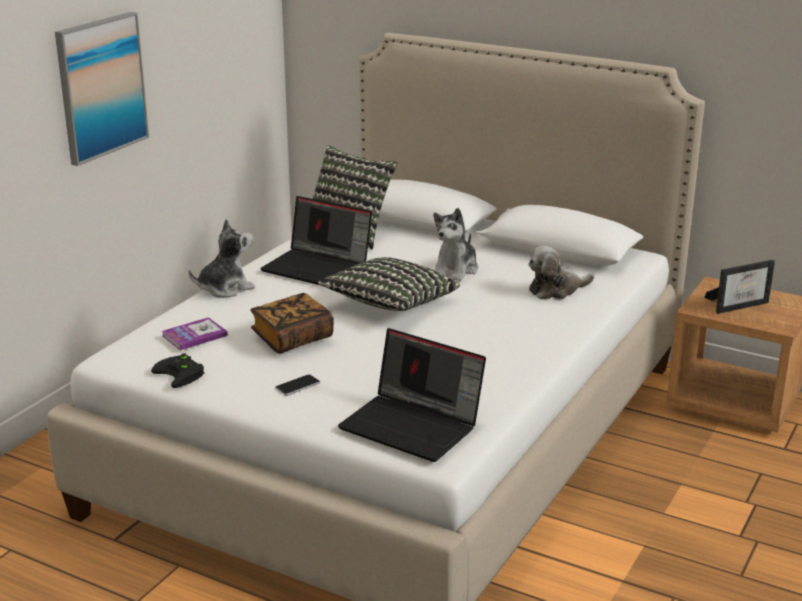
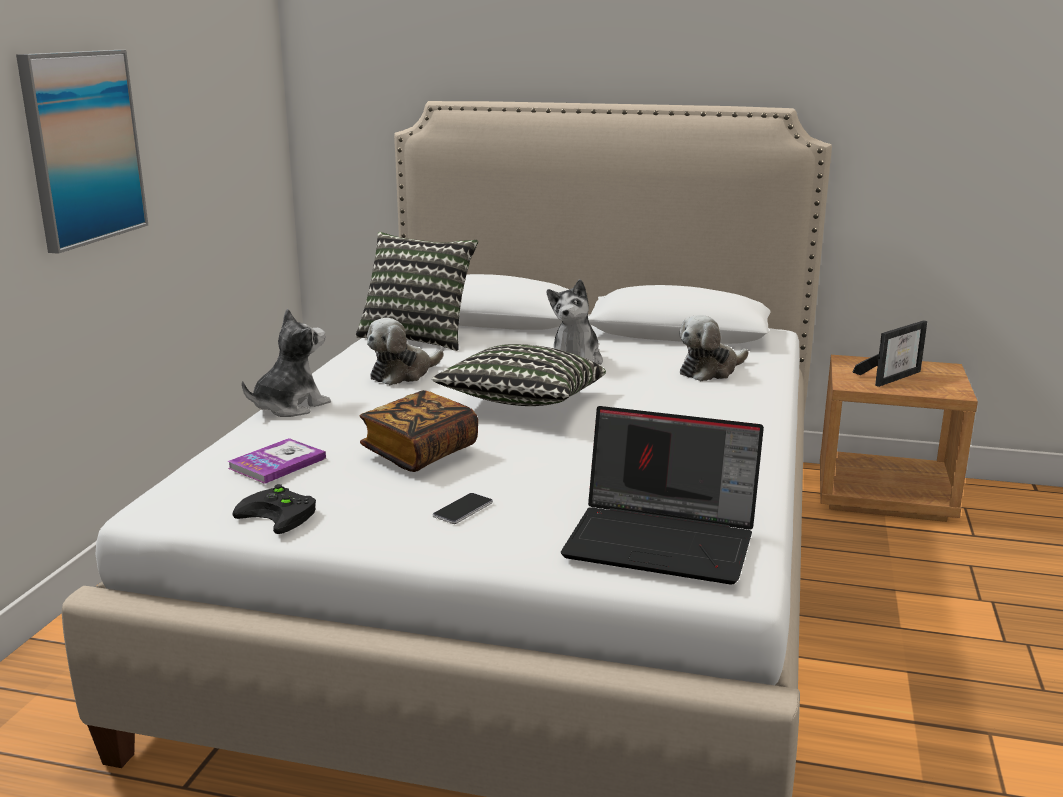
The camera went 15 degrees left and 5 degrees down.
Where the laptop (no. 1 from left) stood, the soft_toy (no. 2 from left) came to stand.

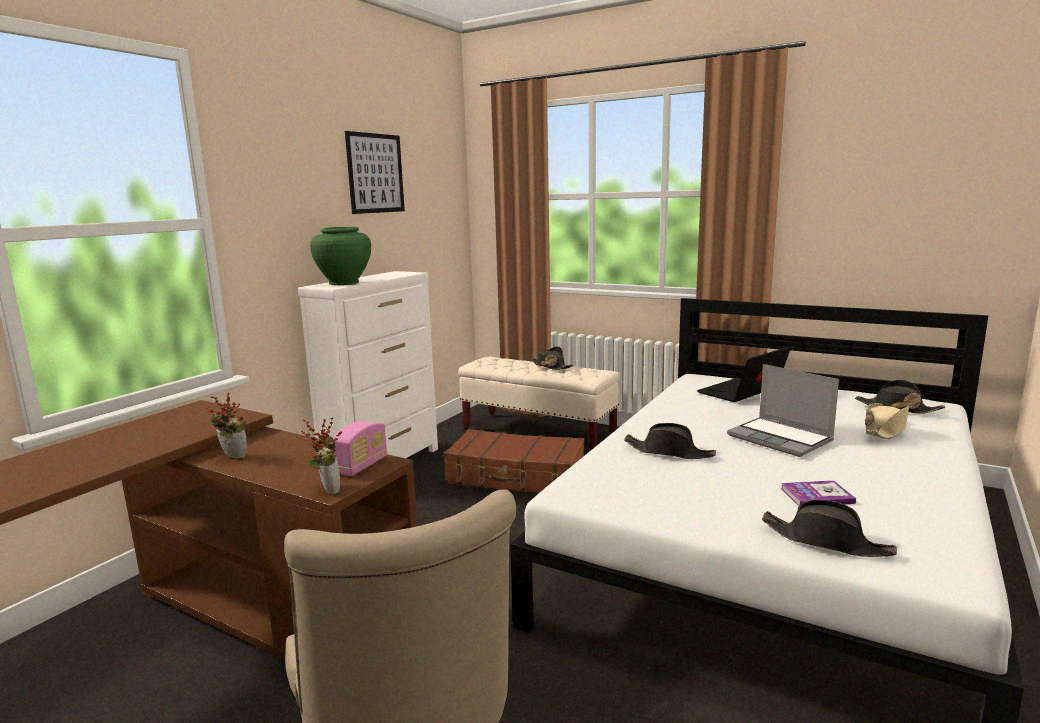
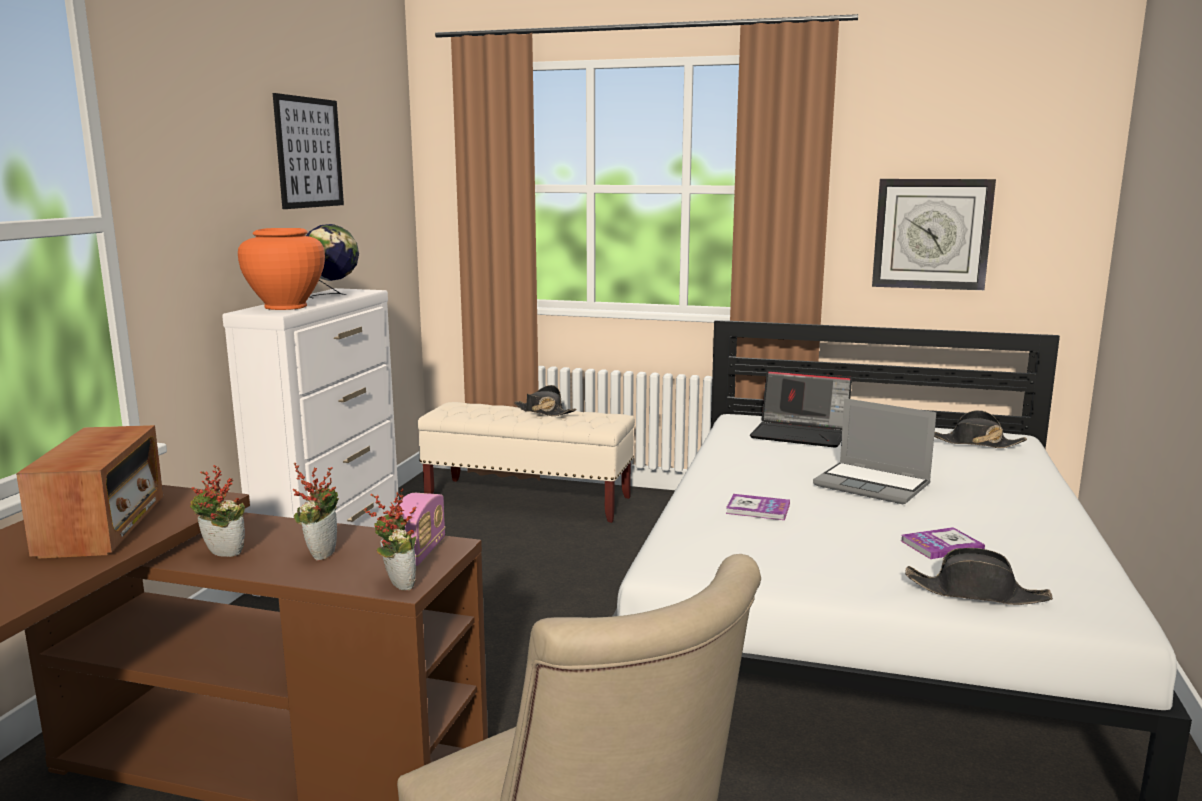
The camera went 15 degrees left and 0 degrees up.
The second view lost the brown_piece_of_luggage.
The second view lost the beige-coloured_hat.
The second view gained the radio_receiver (no. 1 from left).
The second view gained the houseplant (no. 2 from left).
The second view gained the globe.
The second view gained the wall_clock.
Where the black-coloured_hat (no. 2 from left) stood, the book (no. 1 from left) came to stand.
What was the greenish_decorative_vase turned into the orange-coloured_decorative_vase.
The laptop (no. 1 from left) ended up facing another way, 105 degrees counterclockwise from before.

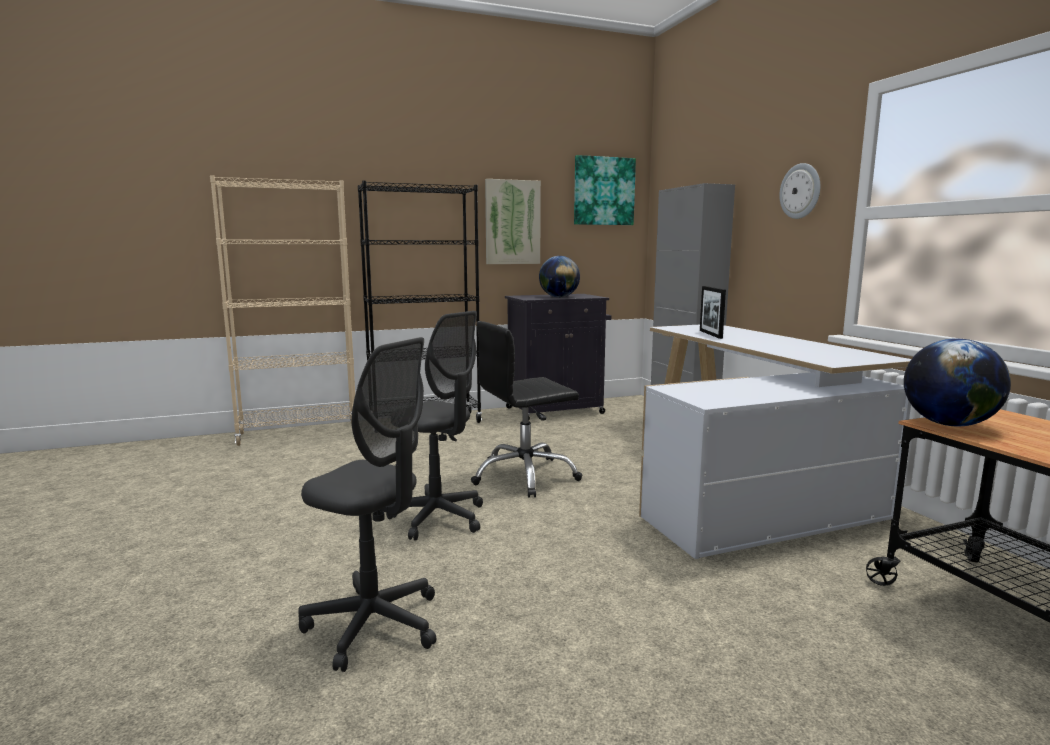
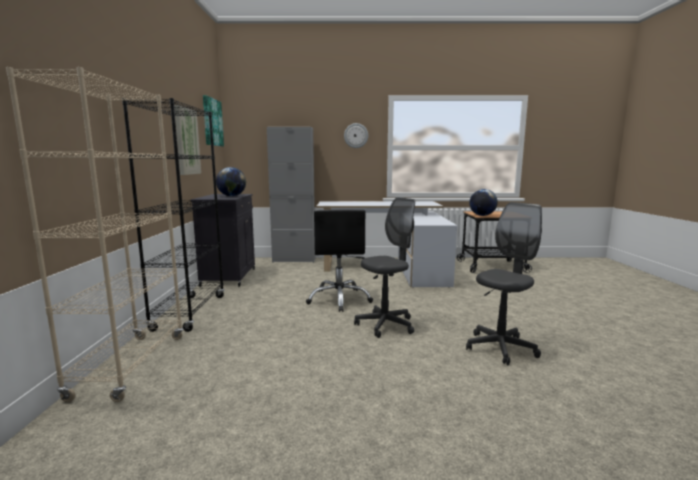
The camera went 70 degrees left and 0 degrees up.
The second view lost the picture_frame.

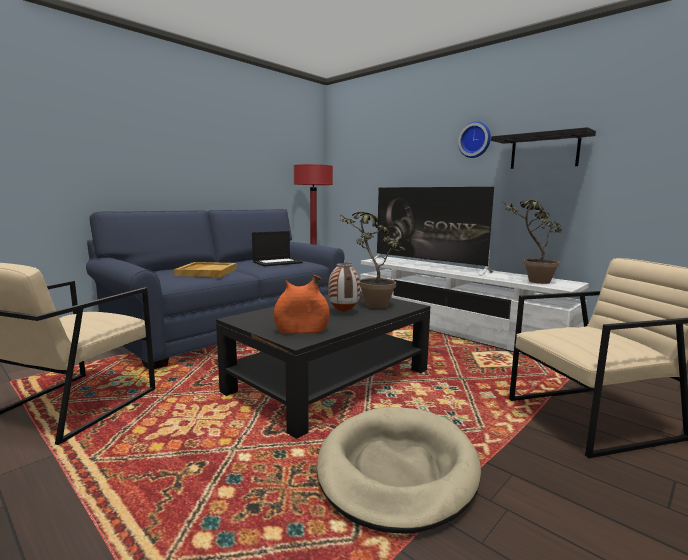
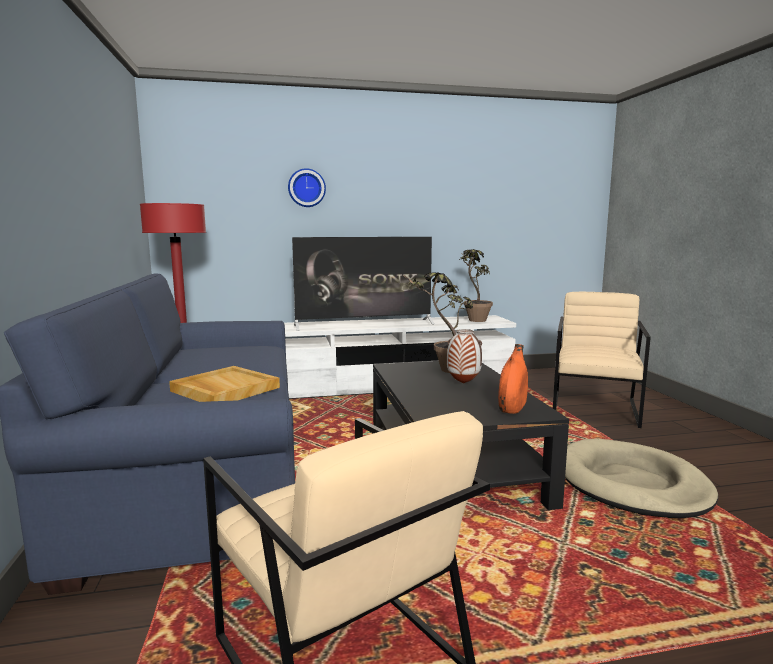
The camera went 55 degrees left and 0 degrees up.
The second view lost the laptop.
The second view lost the black-coloured_wall_shelf.
The wall_clock ended up elsewhere.

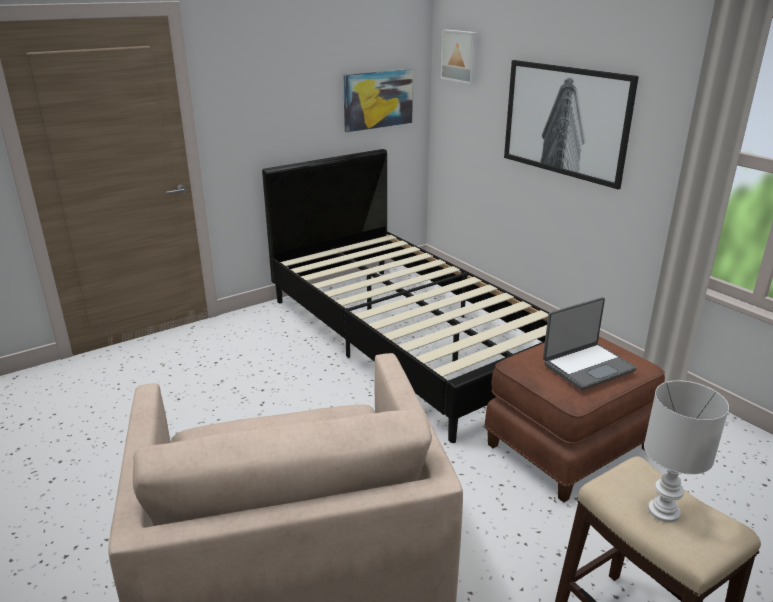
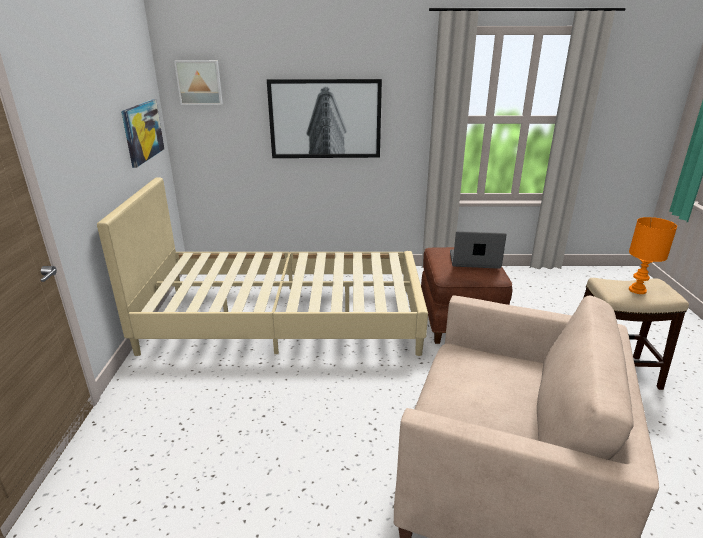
The camera went 55 degrees left and 0 degrees up.
What was the black-coloured_sleeping_bed turned into the beige-coloured_sleeping_bed.
What was the white-coloured_table_lamp turned into the orange-coloured_table_lamp.
The laptop ended up facing another way, 90 degrees counterclockwise from before.

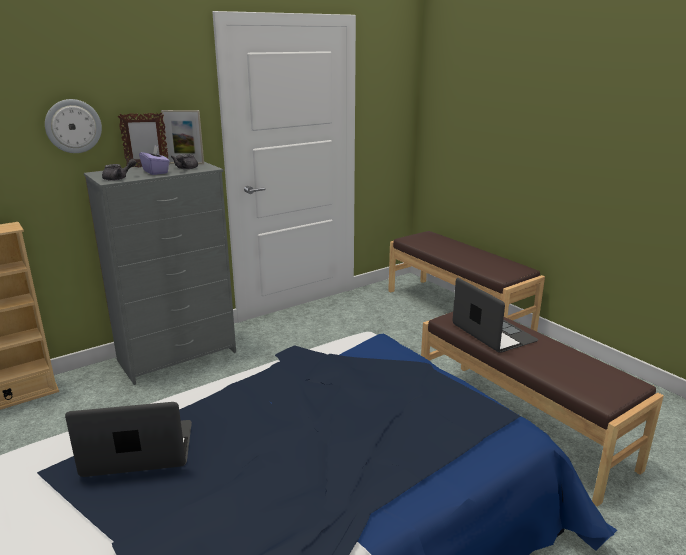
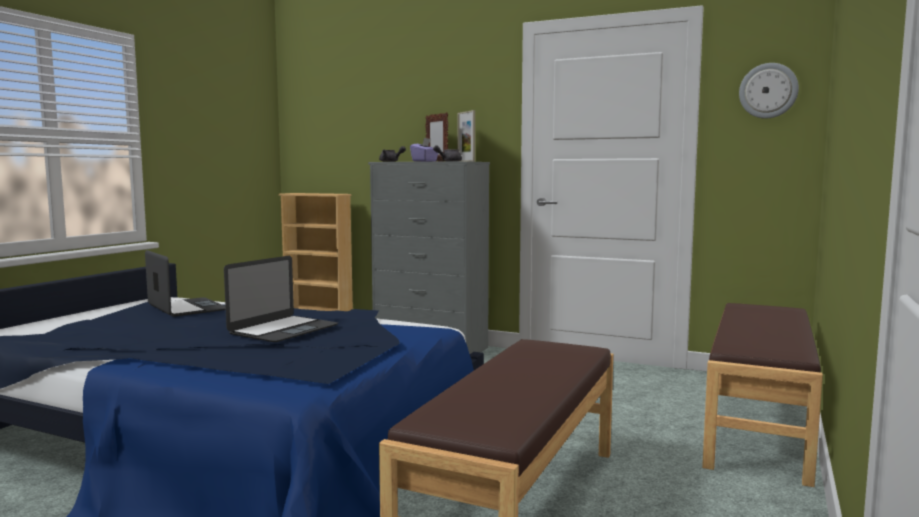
The camera went 60 degrees right and 15 degrees down.
The wall_clock ended up elsewhere.
The laptop (no. 2 from left) ended up elsewhere.

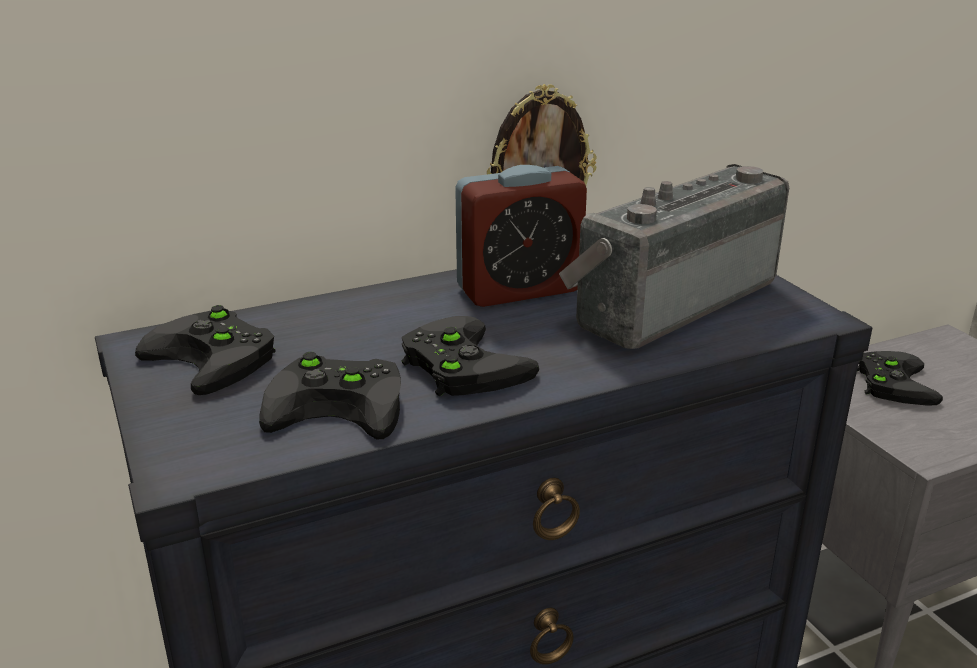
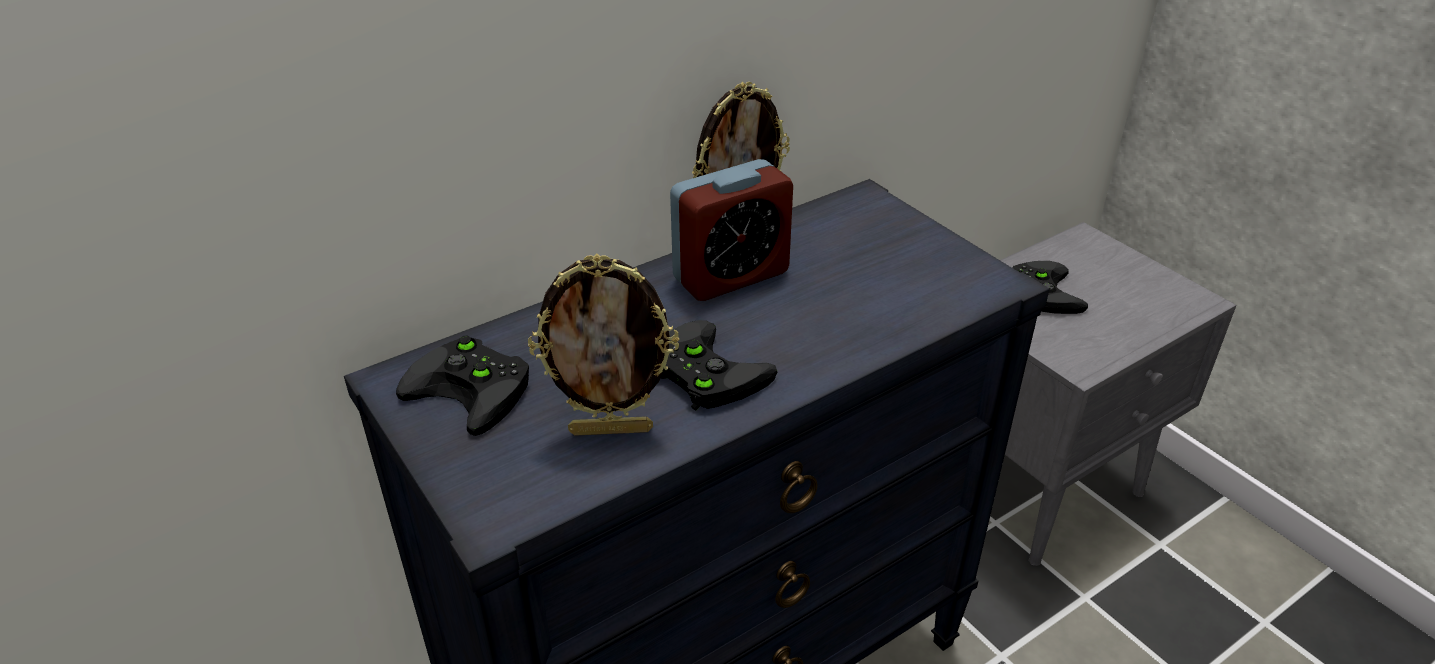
The camera went 10 degrees left and 10 degrees up.
The second view lost the radio_receiver.
Where the black-coloured_game_controller (no. 2 from left) stood, the picture_frame (no. 1 from left) came to stand.

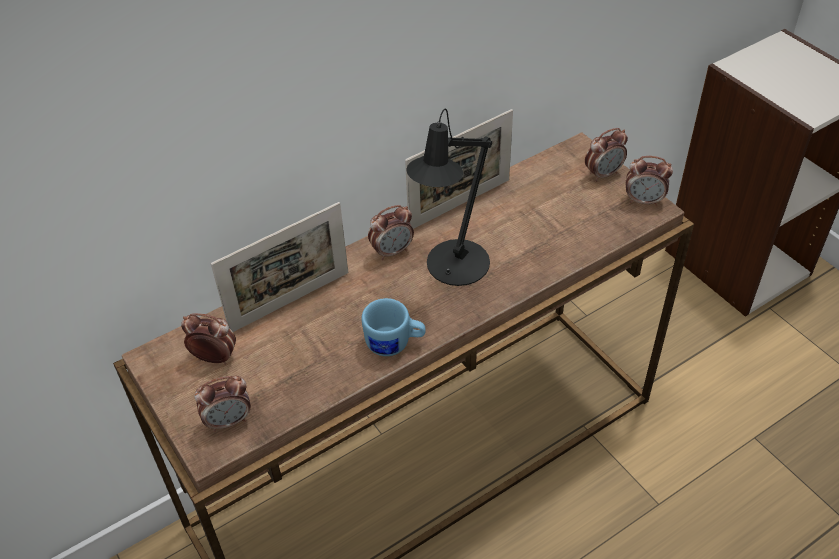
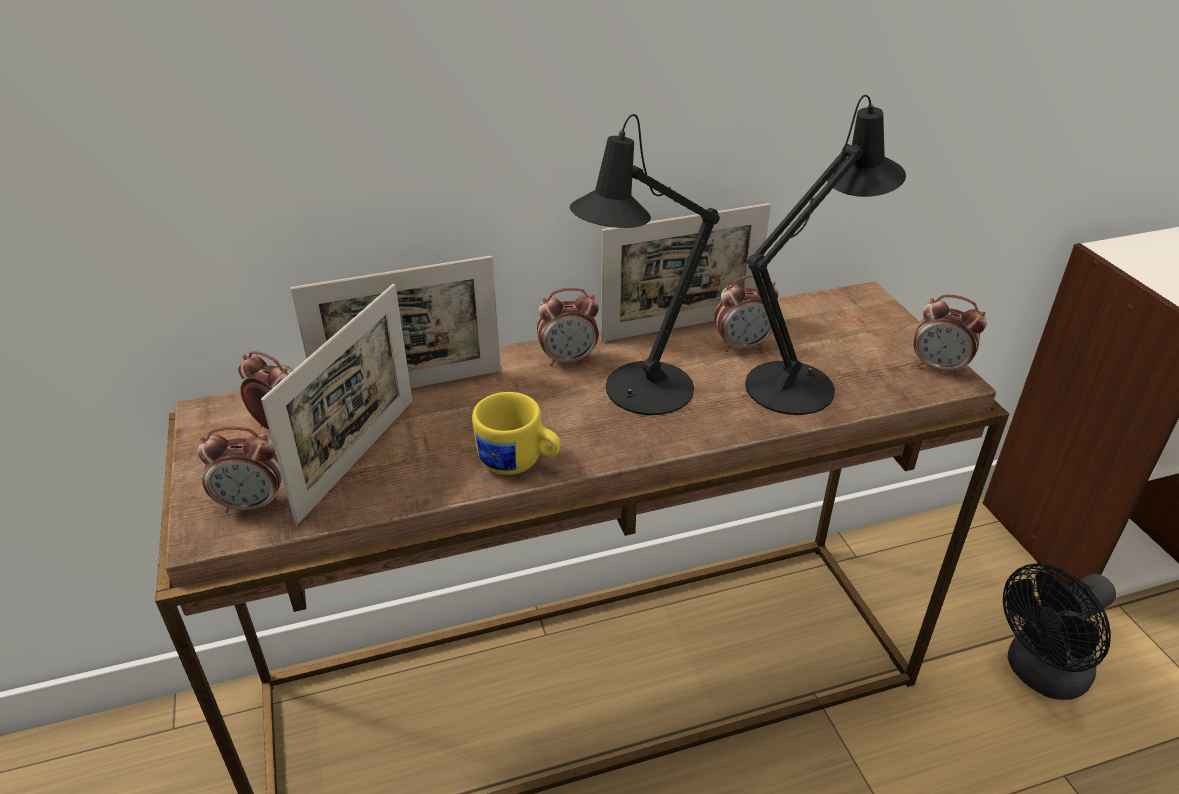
The camera went 15 degrees right and 10 degrees down.
The second view gained the picture_frame (no. 1 from left).
The second view gained the black-coloured_table_lamp (no. 2 from left).
The second view gained the black-coloured_cooling_fan.
The bedside_clock (no. 4 from left) ended up elsewhere.
What was the blue_tea_mug turned into the yellowish_tea_mug.

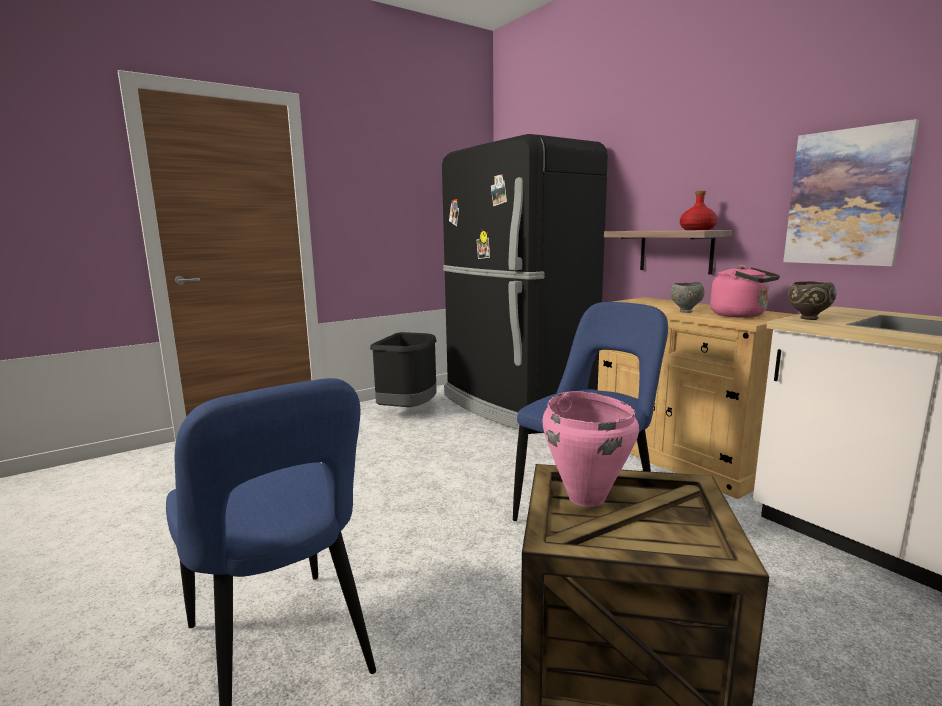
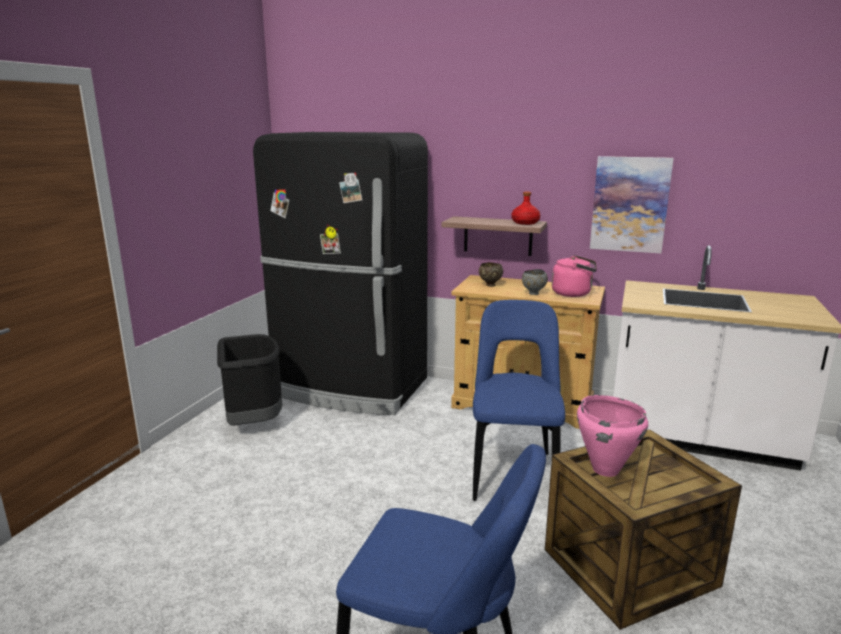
The camera went 35 degrees left and 5 degrees up.
The brown_deep_dish ended up elsewhere.

